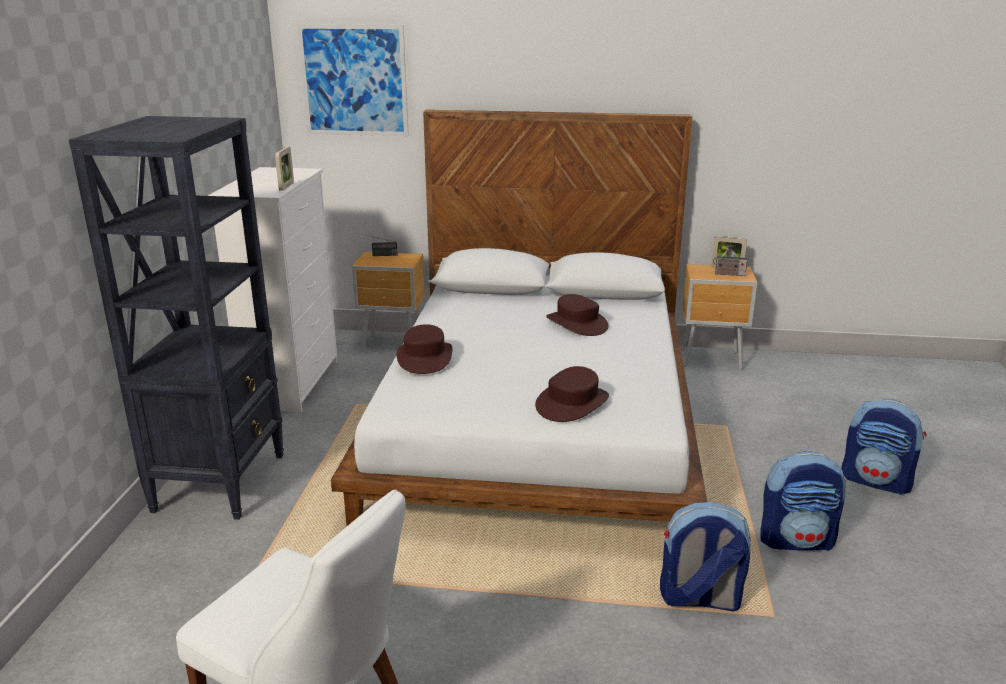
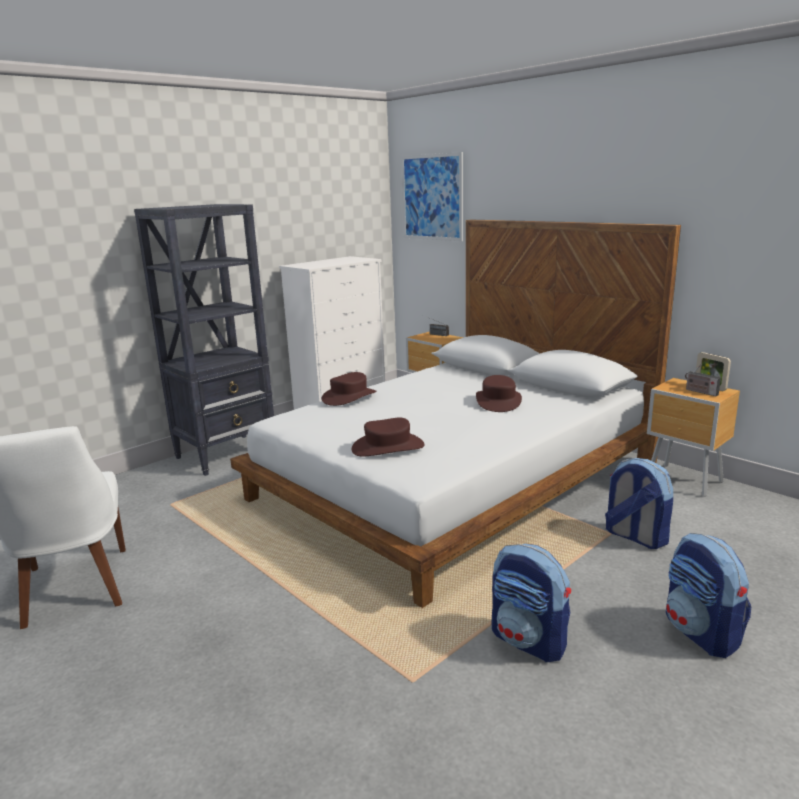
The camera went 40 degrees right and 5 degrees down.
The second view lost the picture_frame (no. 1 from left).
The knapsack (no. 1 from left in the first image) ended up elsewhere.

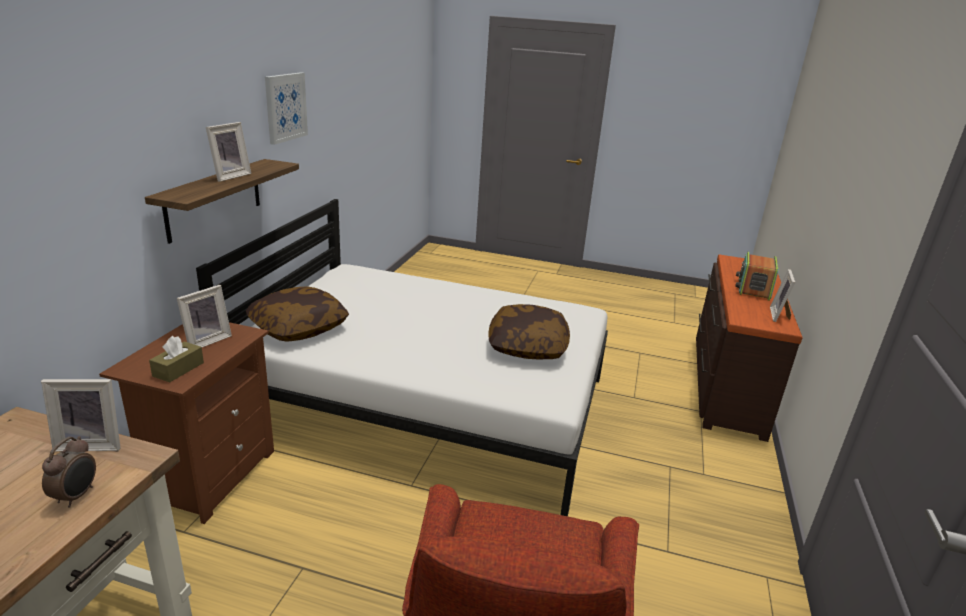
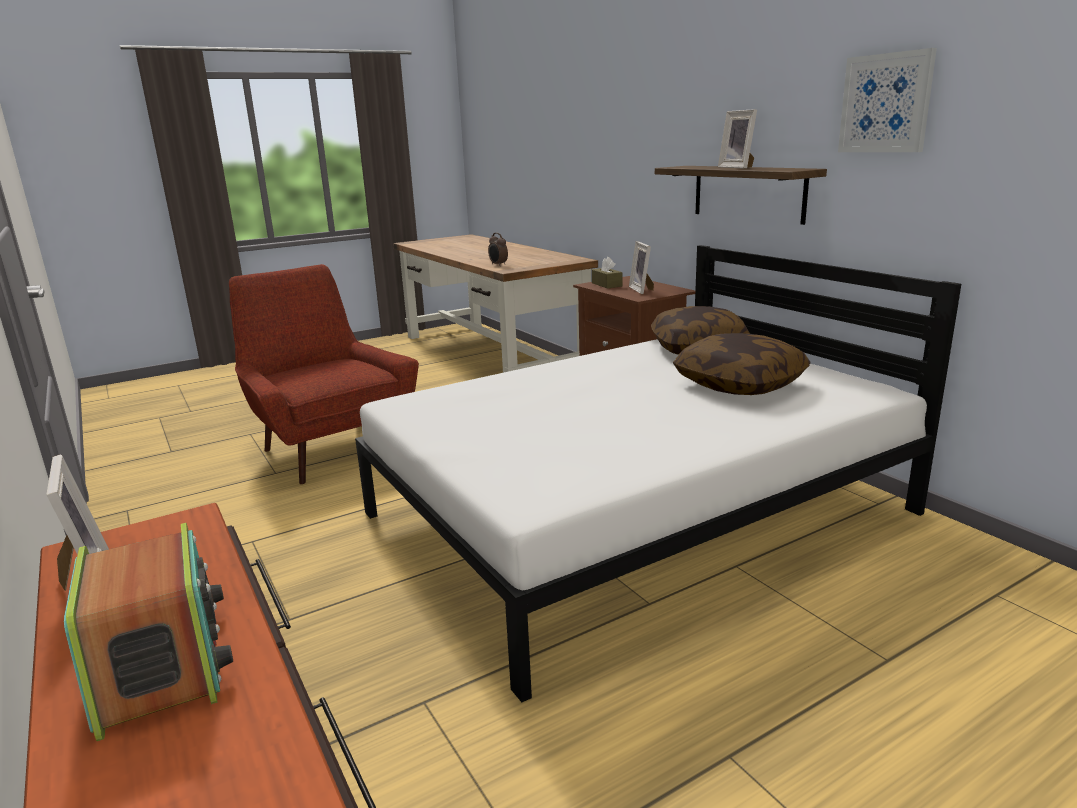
The camera went 135 degrees right and 5 degrees down.
The second view lost the picture_frame (no. 1 from left).
The cushion (no. 2 from left) ended up elsewhere.

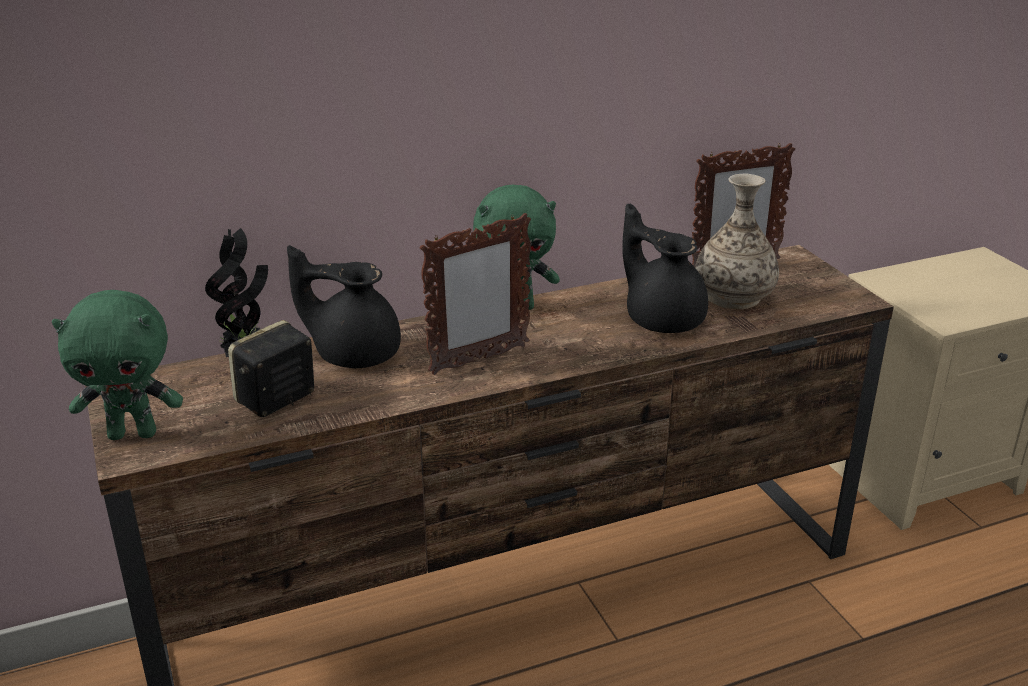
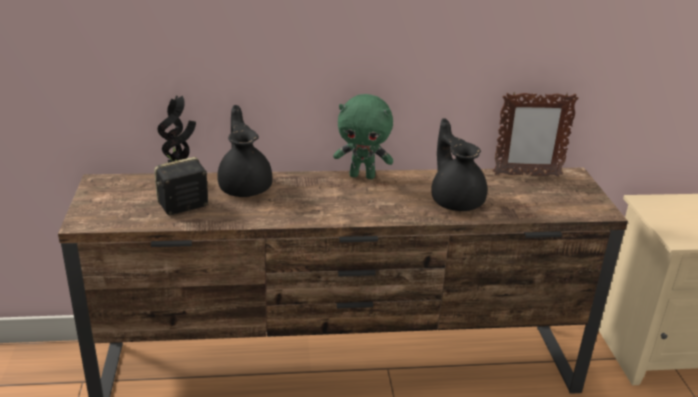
The camera went 15 degrees right and 0 degrees up.
The second view lost the greenish_soft_toy (no. 1 from left).
The second view lost the picture_frame (no. 1 from left).
The second view lost the decorative_vase.
The black-coloured_tea_pot (no. 1 from left) ended up facing another way, 45 degrees clockwise from before.

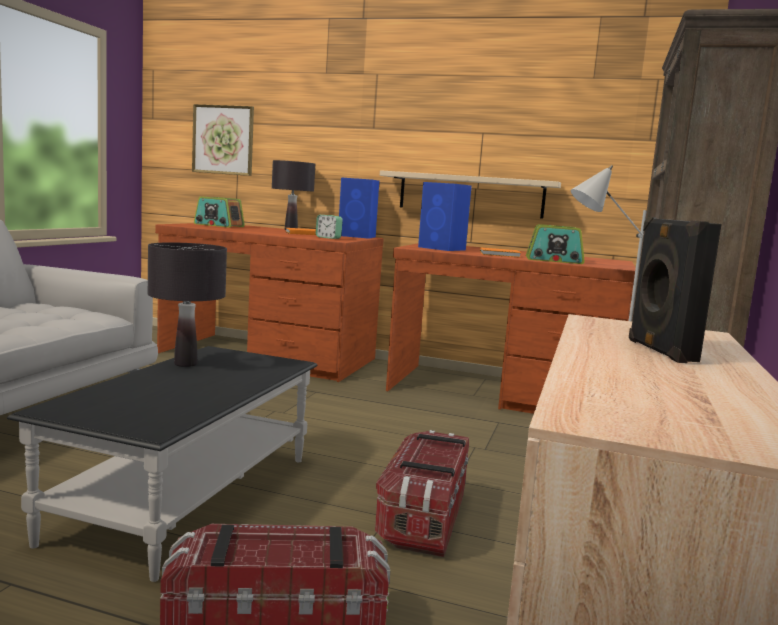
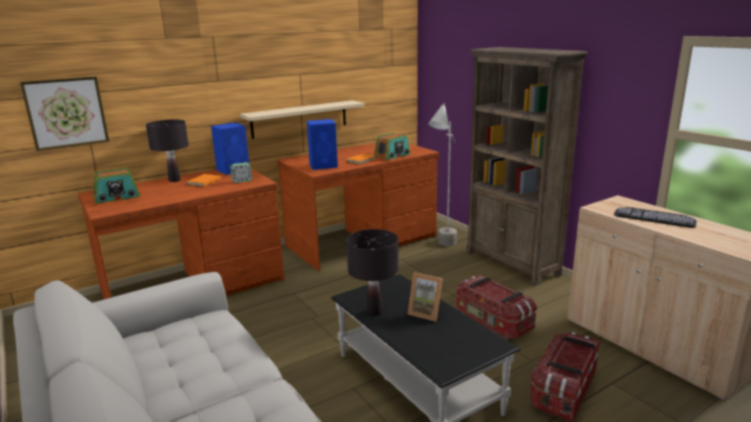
The camera went 50 degrees left and 10 degrees up.
The second view gained the picture_frame.
Where the black-coloured_speaker stood, the PC_keyboard came to stand.

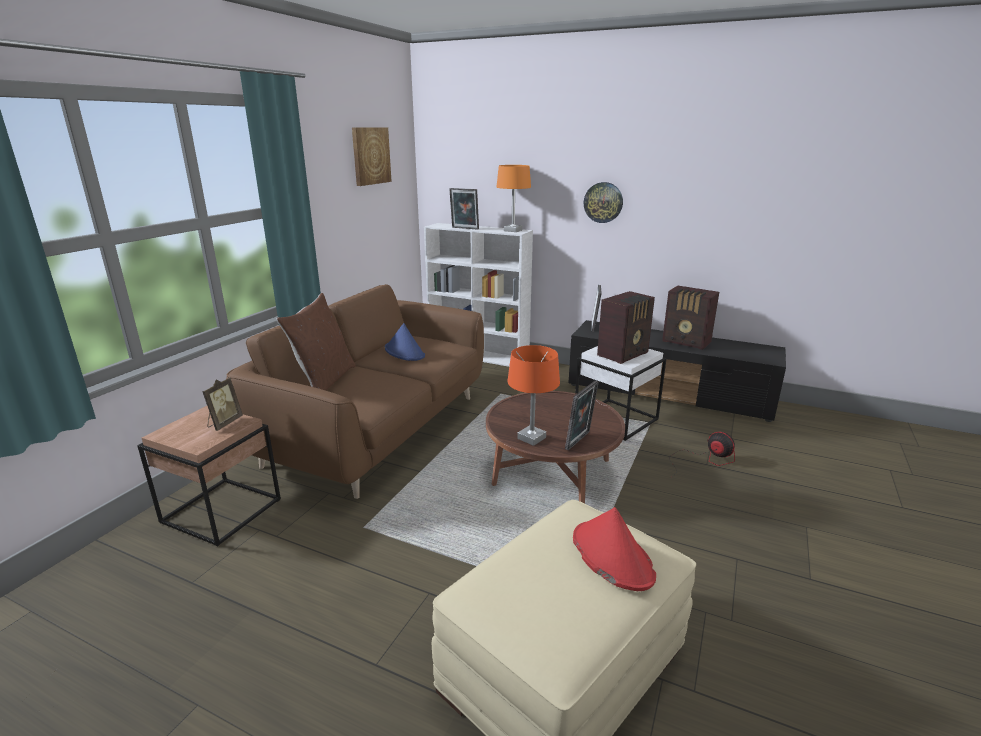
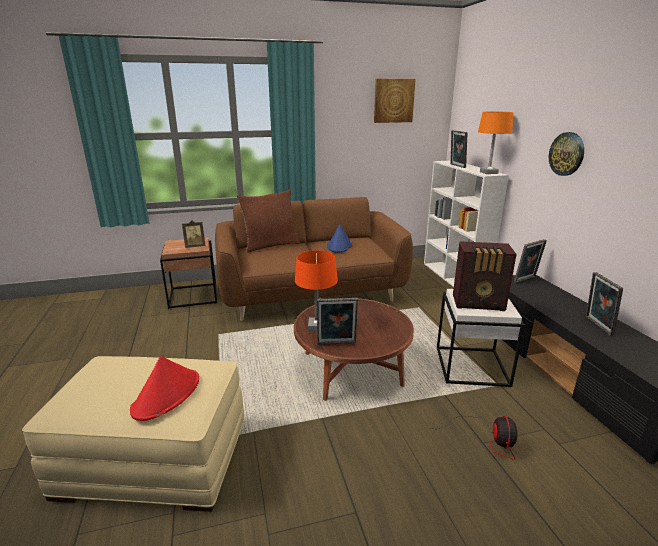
The camera went 50 degrees right and 0 degrees up.
Where the radio_receiver (no. 2 from left) stood, the picture_frame (no. 5 from left) came to stand.

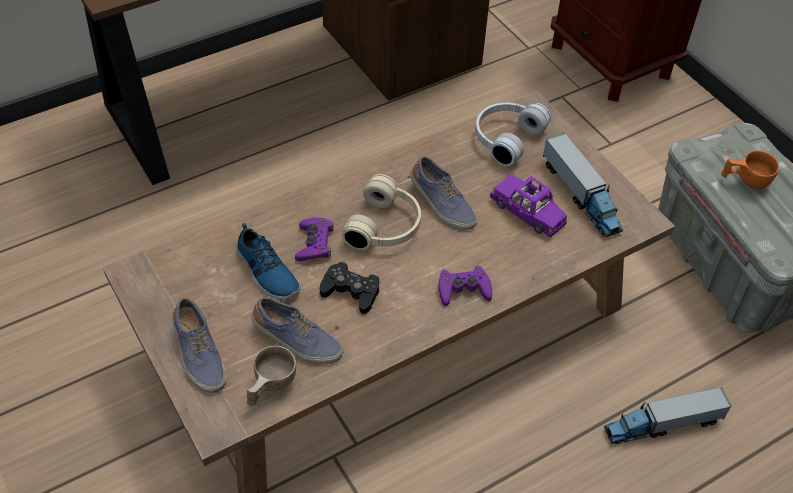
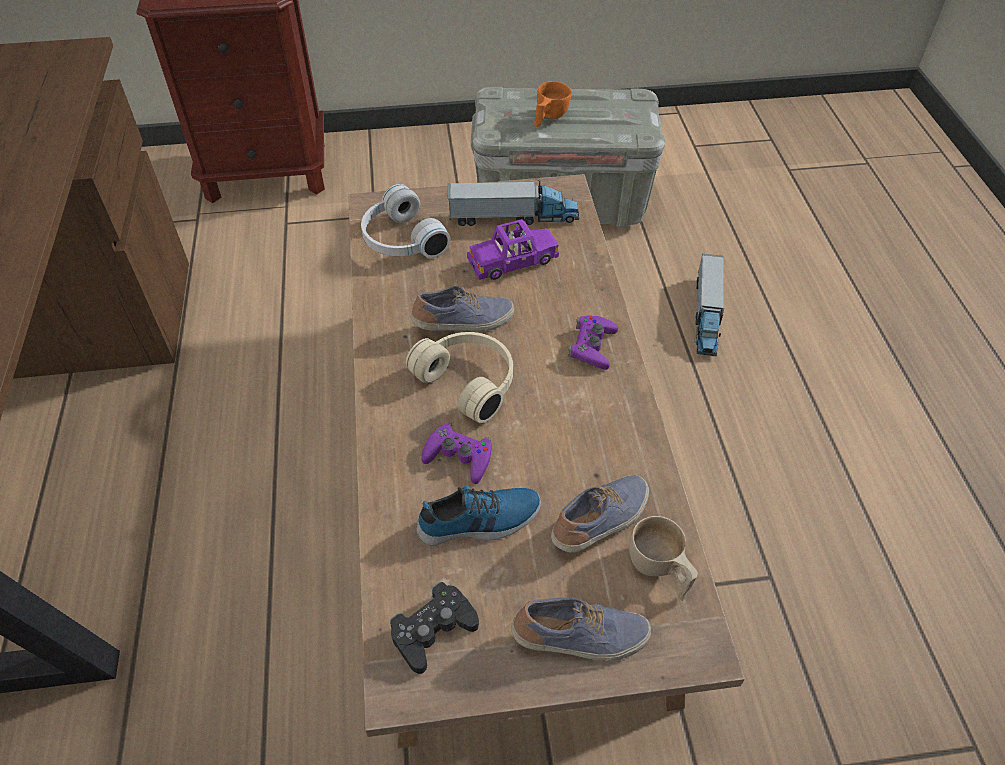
The camera went 65 degrees left and 0 degrees up.
The black-coloured_game_controller ended up elsewhere.

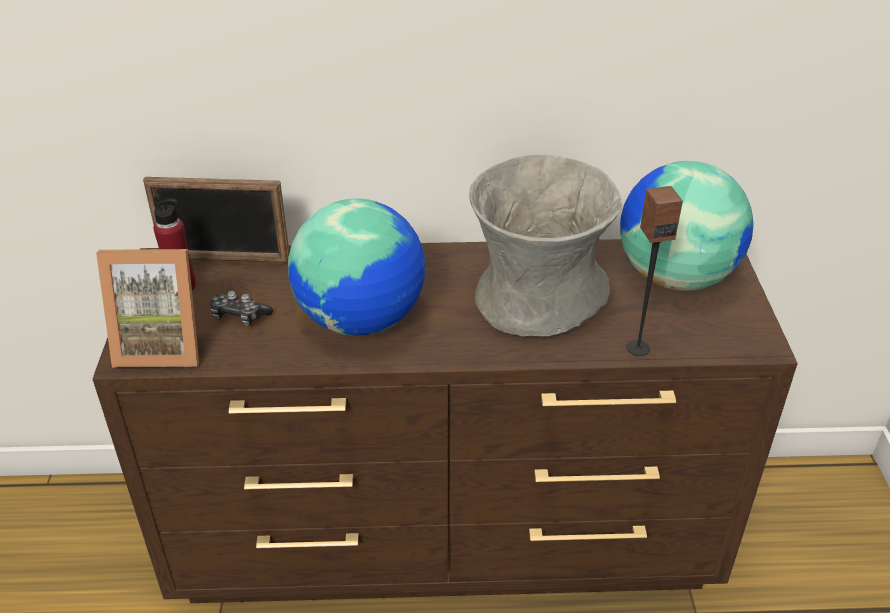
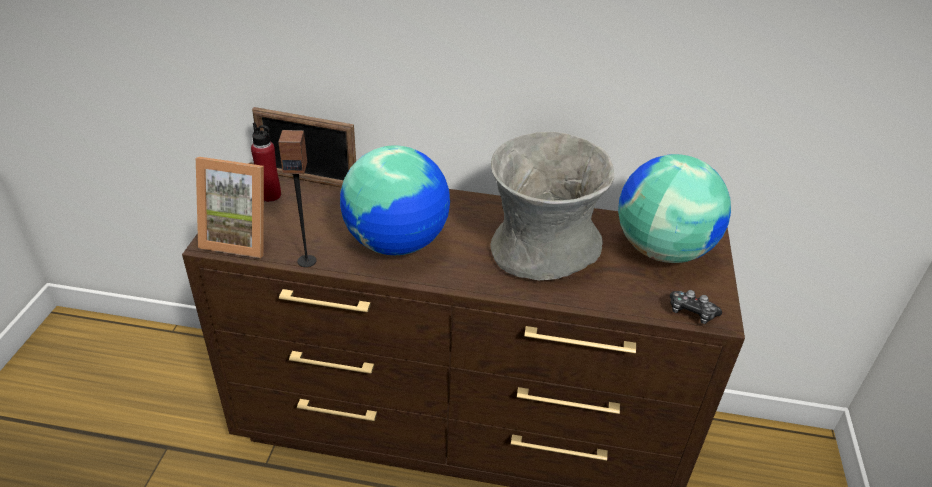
The camera went 10 degrees right and 0 degrees up.
The game_controller ended up elsewhere.
The speaker ended up elsewhere.

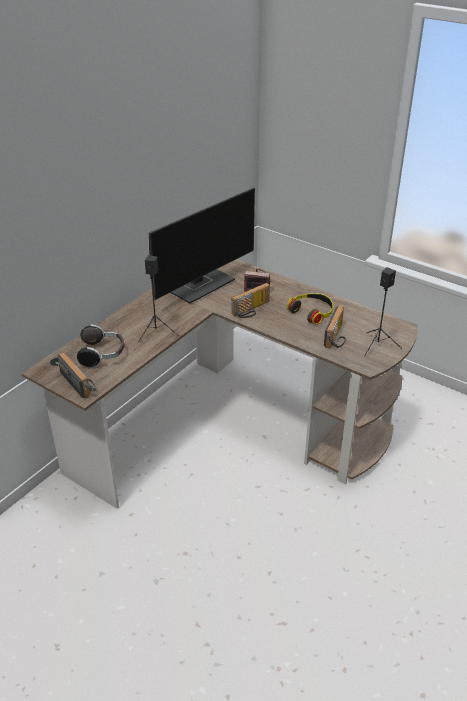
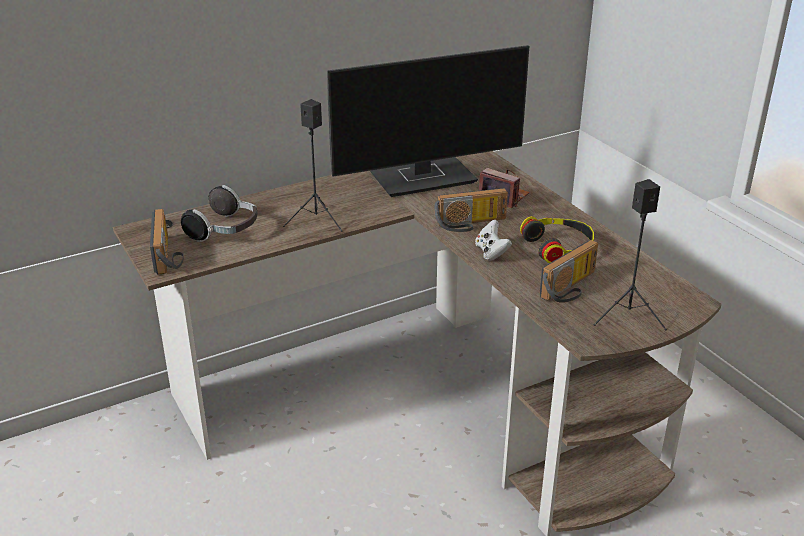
The camera went 25 degrees right and 5 degrees down.
The second view gained the white-coloured_game_controller.

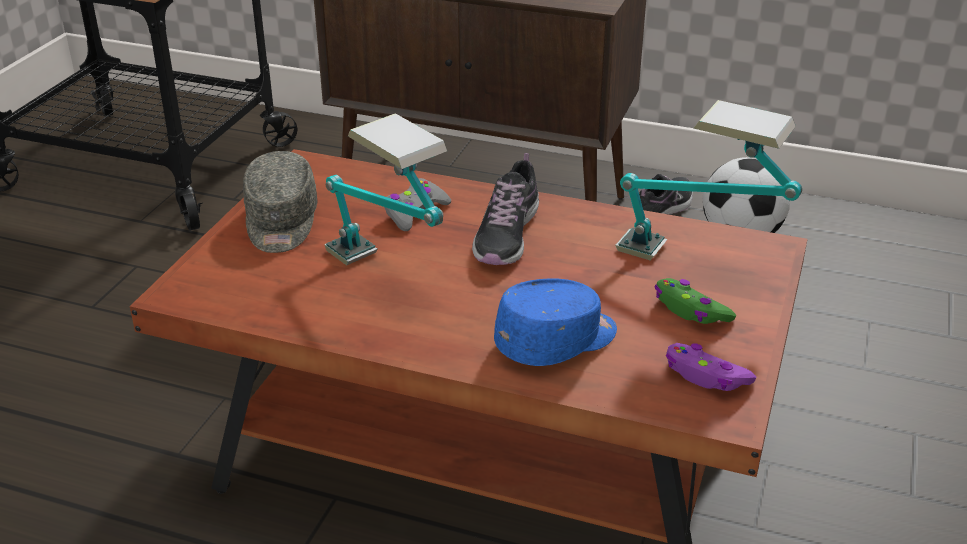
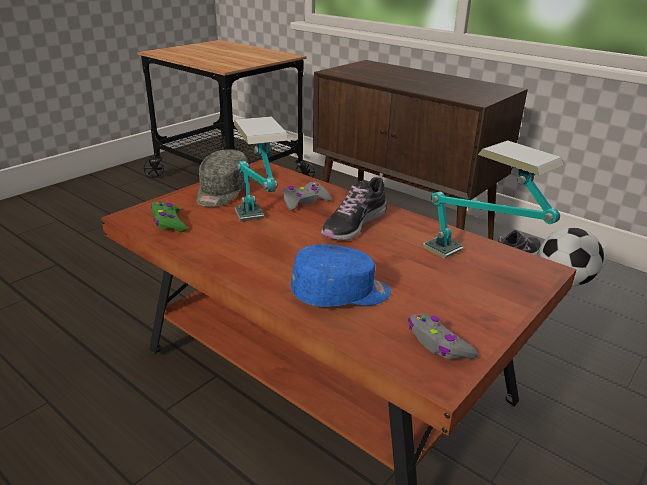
The camera went 20 degrees right and 5 degrees down.
The greenish_game_controller ended up elsewhere.
What was the purple-coloured_game_controller turned into the grey_game_controller (no. 2 from left).

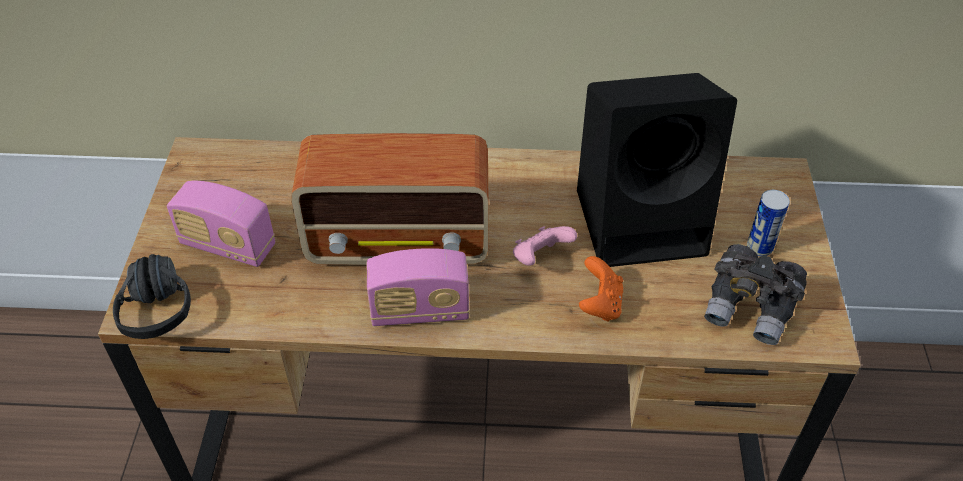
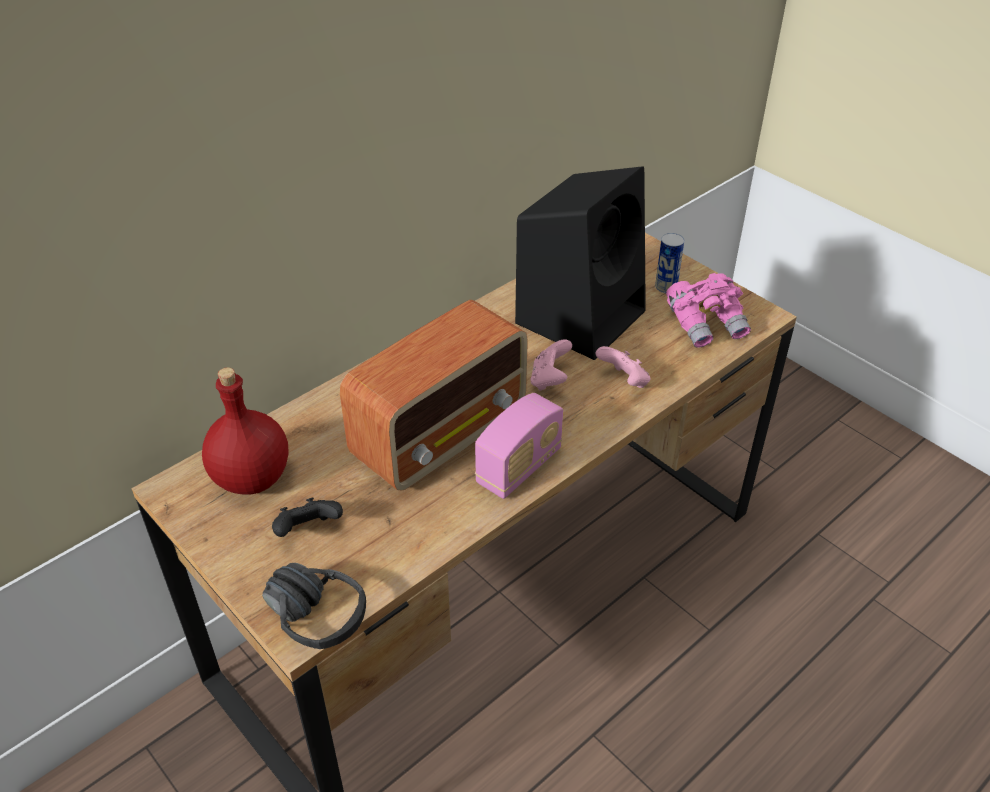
The camera went 45 degrees left and 5 degrees down.
The second view gained the red_drink_bottle.
Where the radio_receiver (no. 1 from left) stood, the black-coloured_game_controller came to stand.
What was the orange-coloured_game_controller turned into the pink-coloured_game_controller (no. 2 from left).
What was the grey_binoculars turned into the pink-coloured_binoculars.

